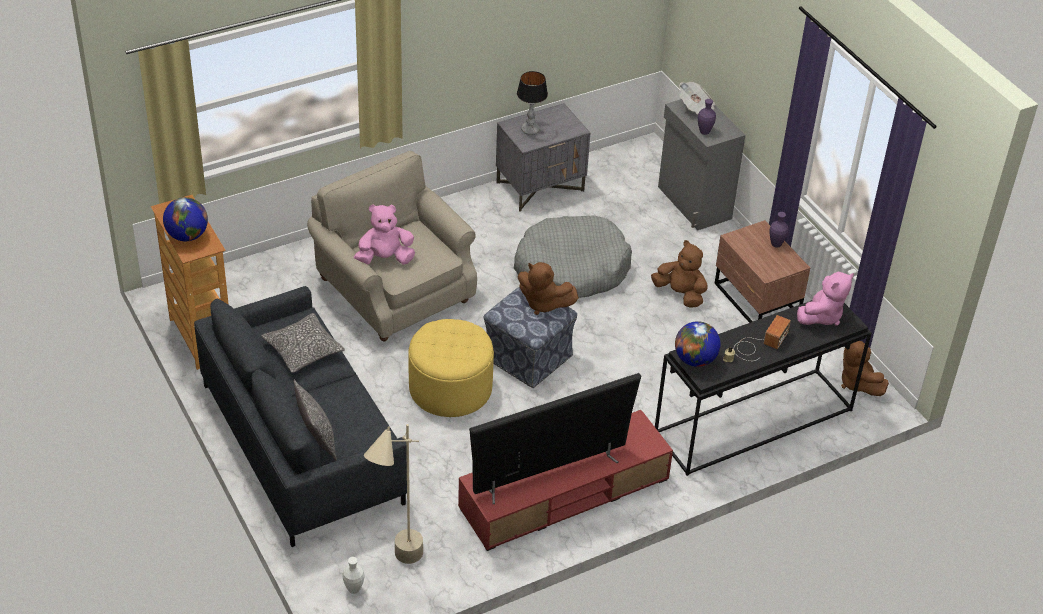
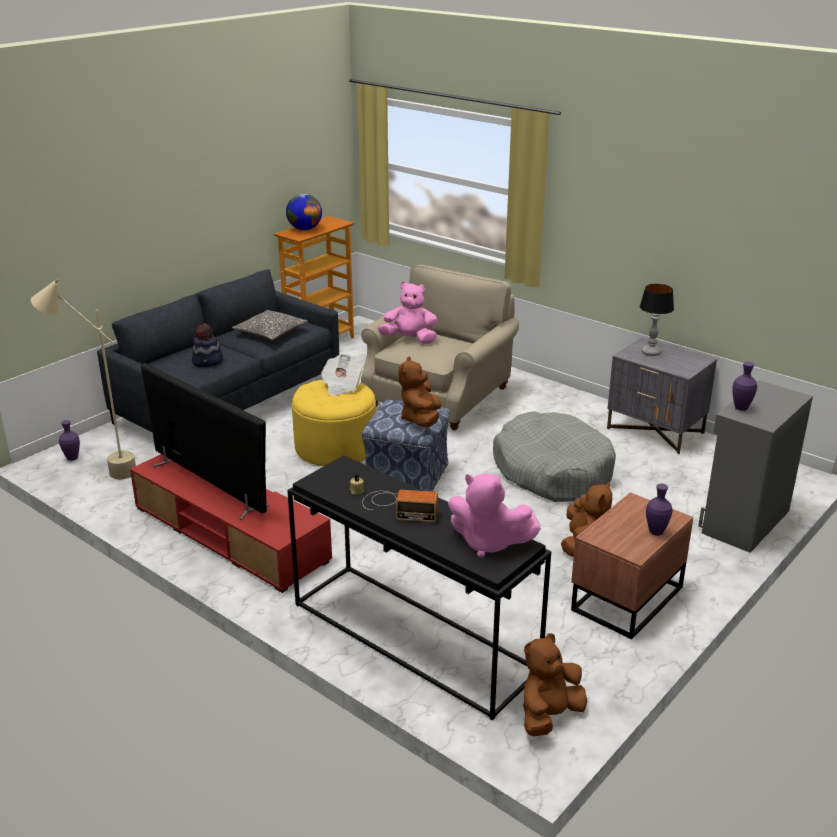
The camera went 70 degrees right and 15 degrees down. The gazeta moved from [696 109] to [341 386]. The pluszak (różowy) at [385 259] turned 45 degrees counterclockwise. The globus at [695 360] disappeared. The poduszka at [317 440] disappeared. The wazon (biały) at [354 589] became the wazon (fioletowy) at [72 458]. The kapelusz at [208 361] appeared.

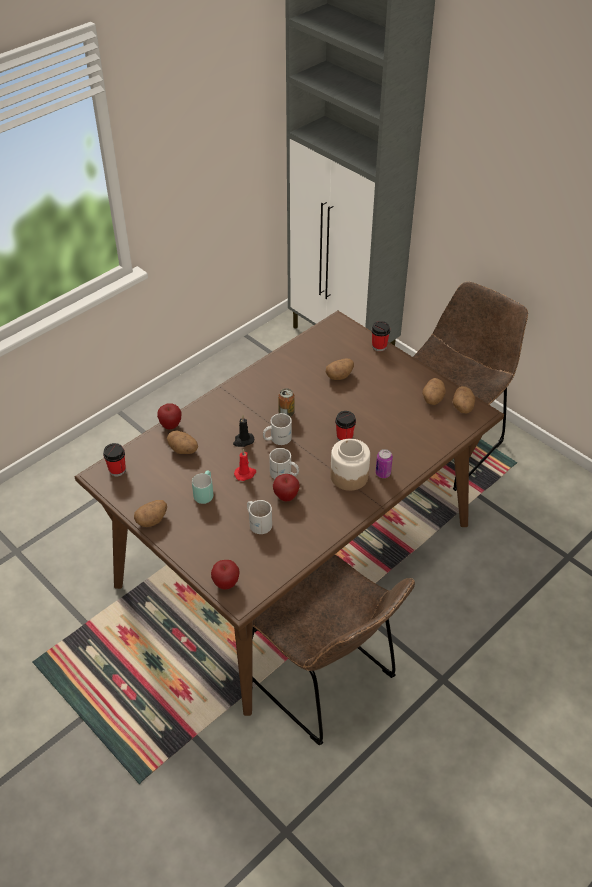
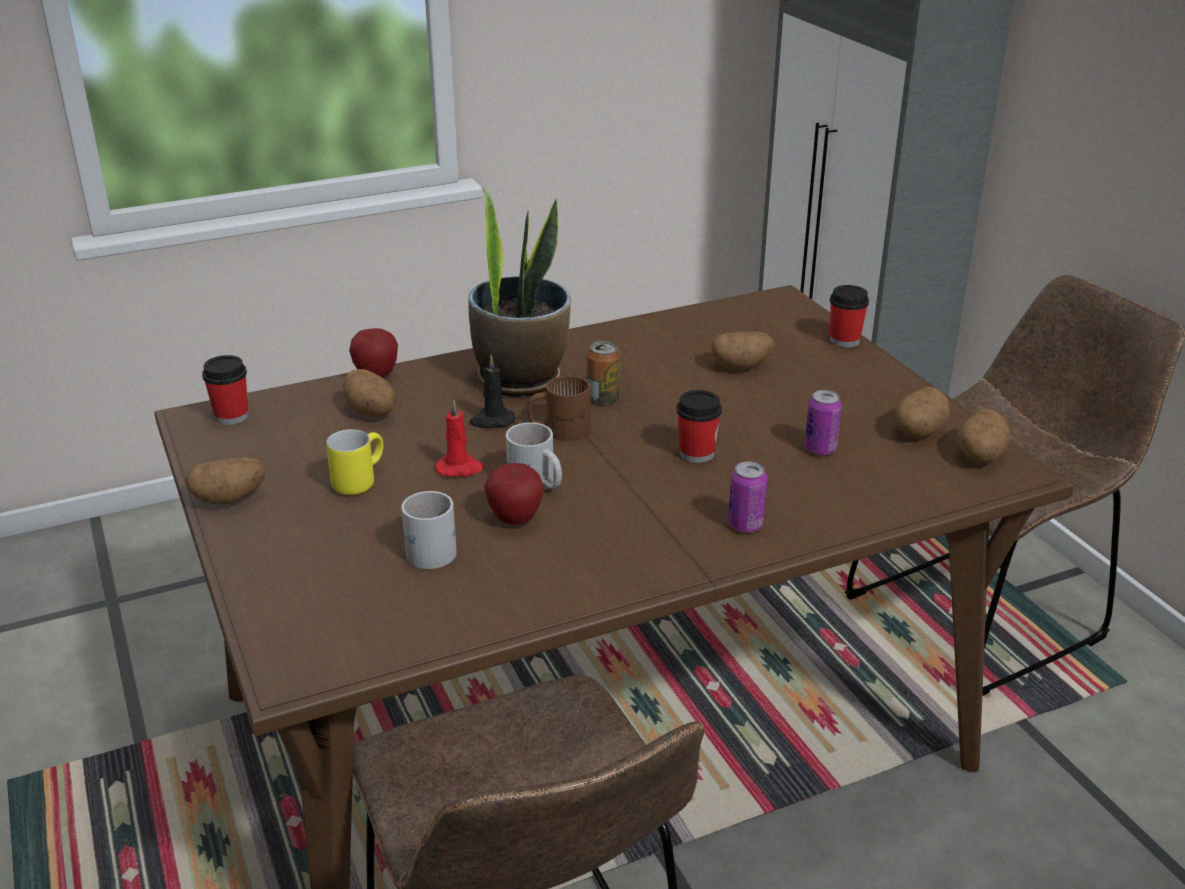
The camera went 20 degrees right and 15 degrees down. The kubek (biały) at [277 438] became the kubek (brązowy) at [559 429]. The słoik at [349 476] disappeared. The kubek (turkusowy) at [203 493] became the kubek (żółty) at [358 480]. The jabłko at [226 584] disappeared. The roślina doniczkowa at [520 378] appeared. The puszka at [820 449] appeared.

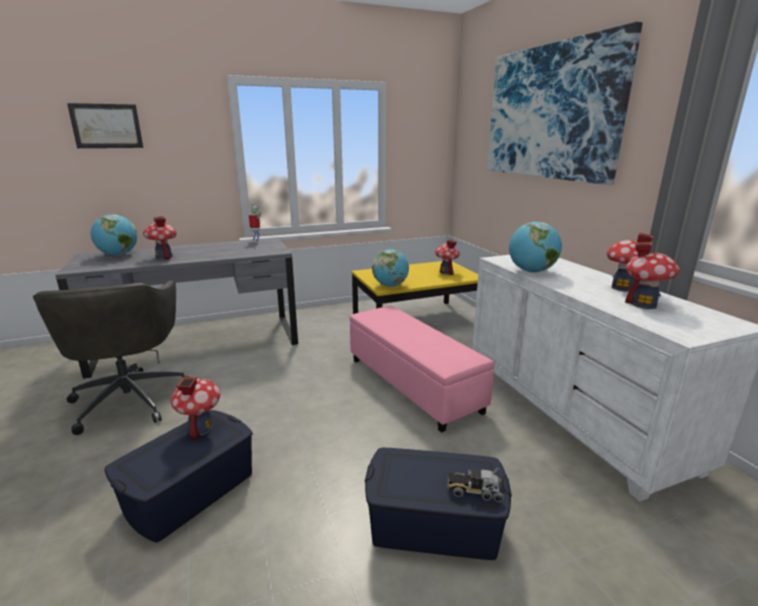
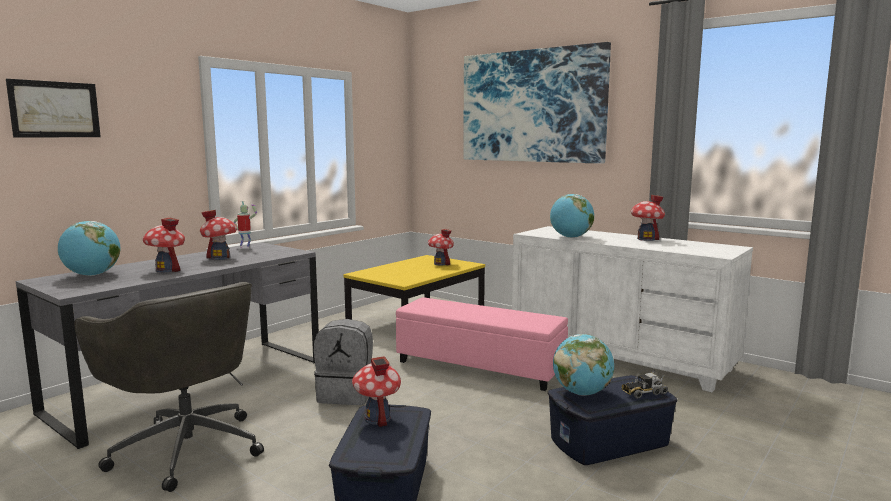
The camera went 30 degrees left and 10 degrees down. The domek moved from [644 304] to [220 257]. The globus moved from [390 285] to [582 393]. The plecak (szary) at [347 394] appeared.

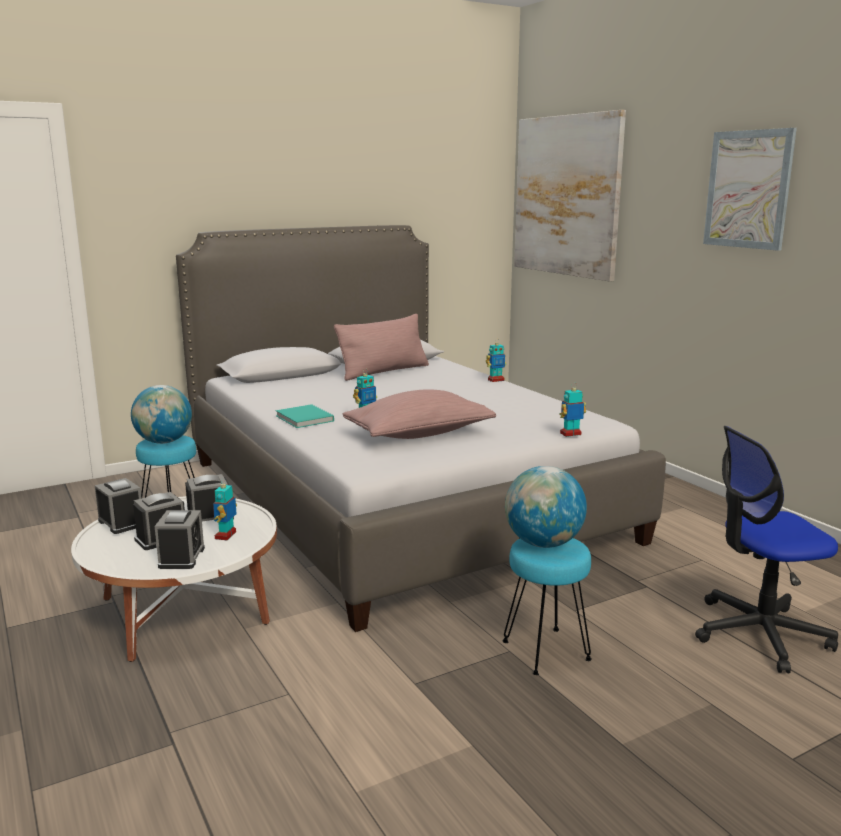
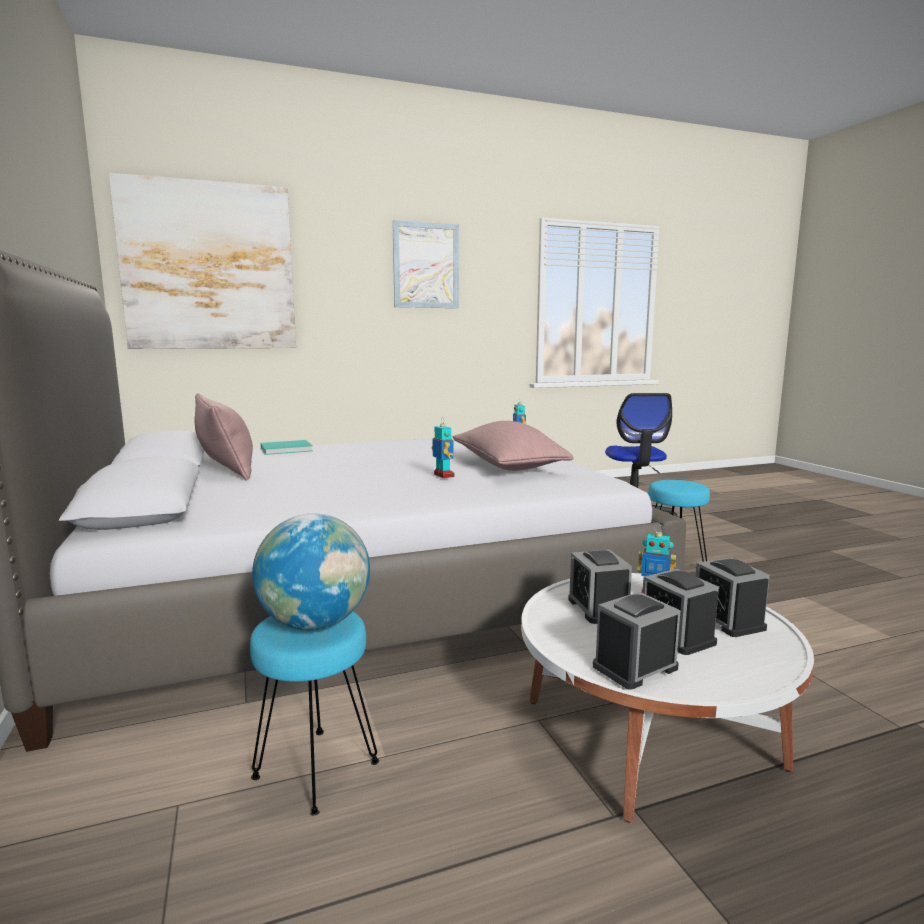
The camera went 80 degrees left and 5 degrees down. The robot zabawkowy at [496 380] disappeared. The książka (turkusowy) moved from [305 419] to [288 449]. The globus at [543 544] disappeared. The budzik at [181 557] turned 120 degrees counterclockwise.

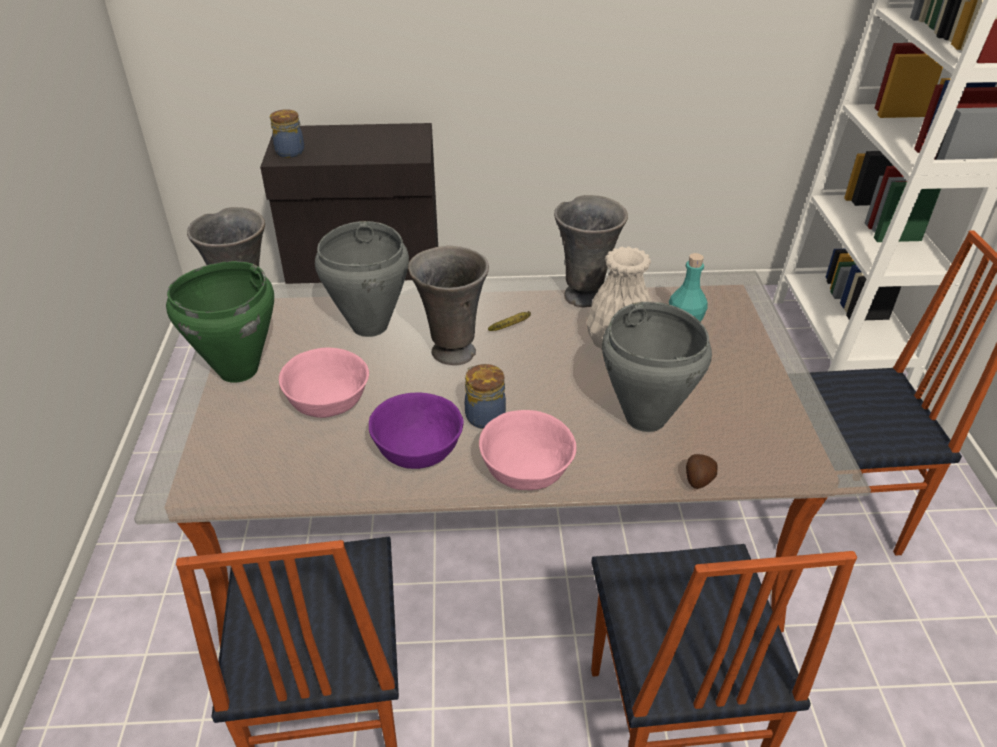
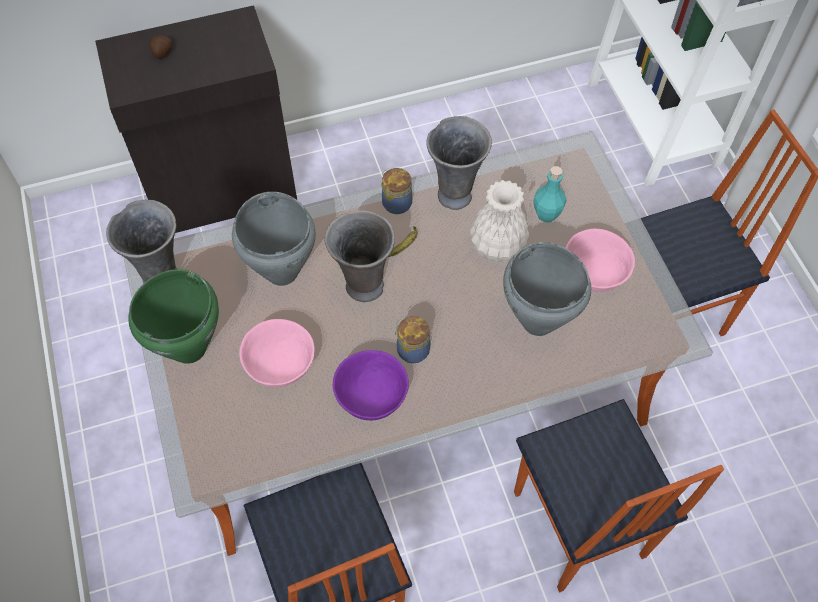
The camera went 15 degrees left and 20 degrees up. The słoik moved from [289 151] to [396 202]. The miska (różowy) moved from [526 469] to [594 272]. The ziemniak moved from [698 480] to [162 53].

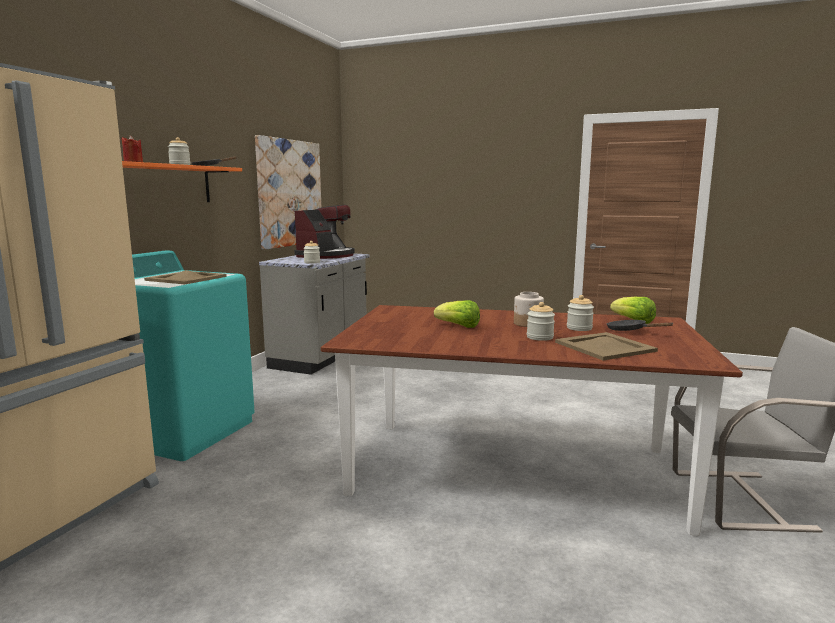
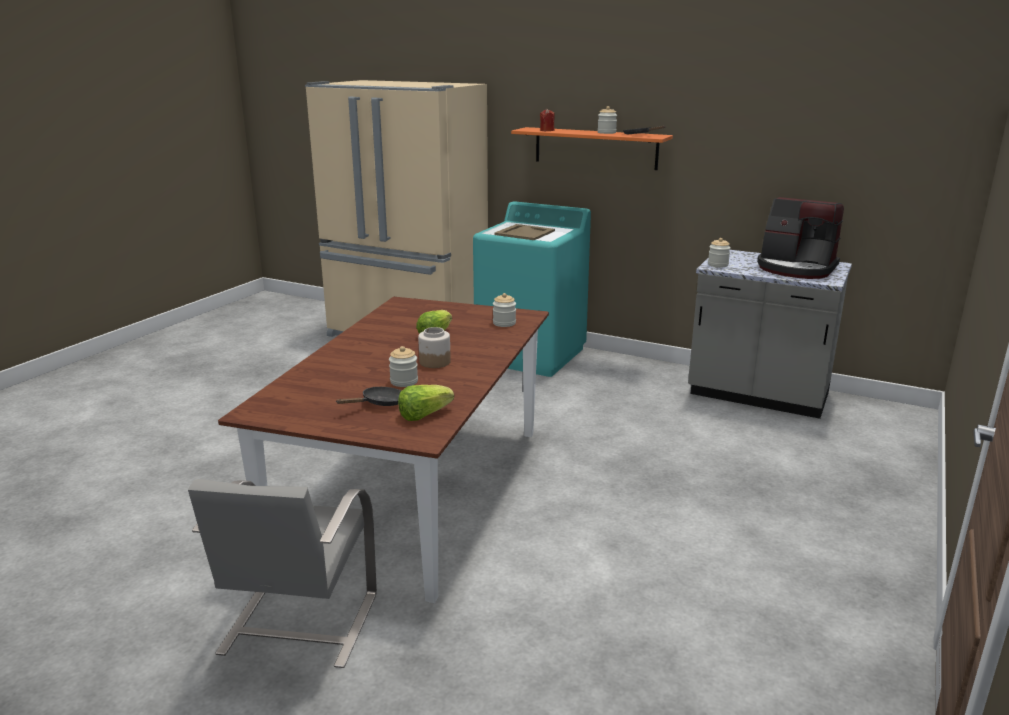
The camera went 95 degrees right and 10 degrees up. The obraz at [290 193] disappeared. The słoik moved from [540 337] to [504 323]. The taca (beżowy) at [603 346] disappeared.

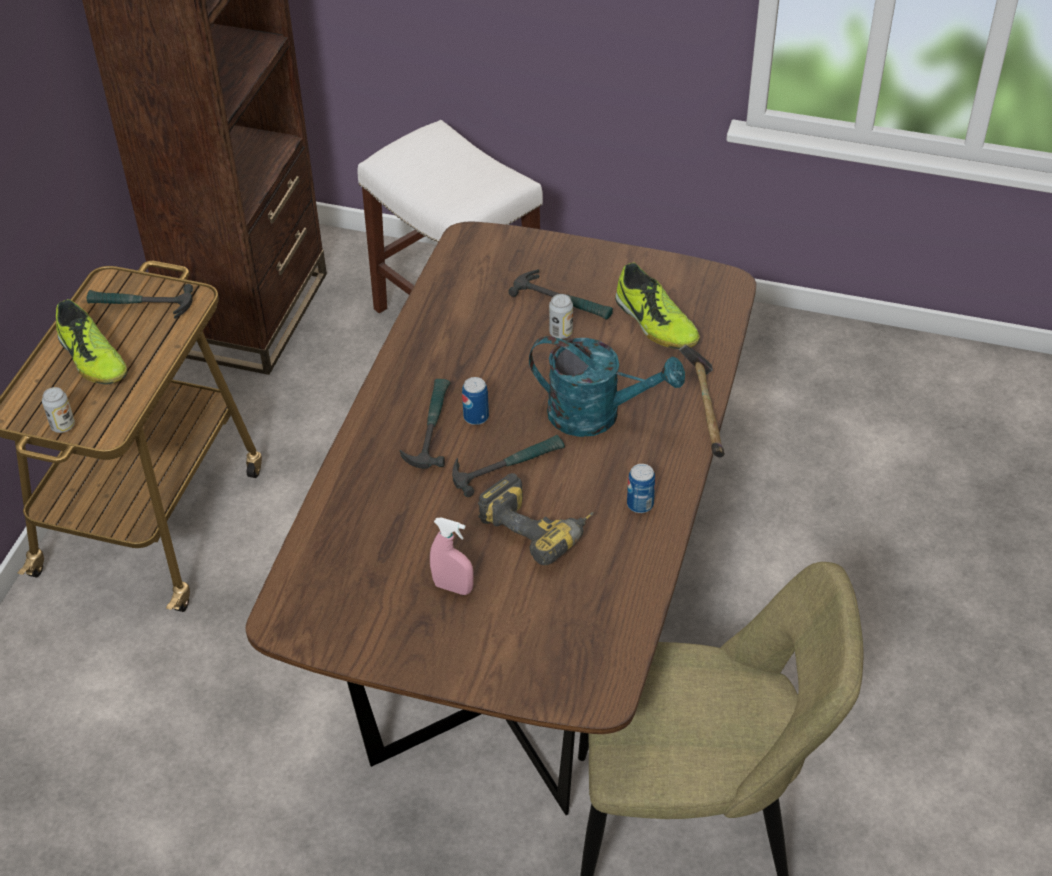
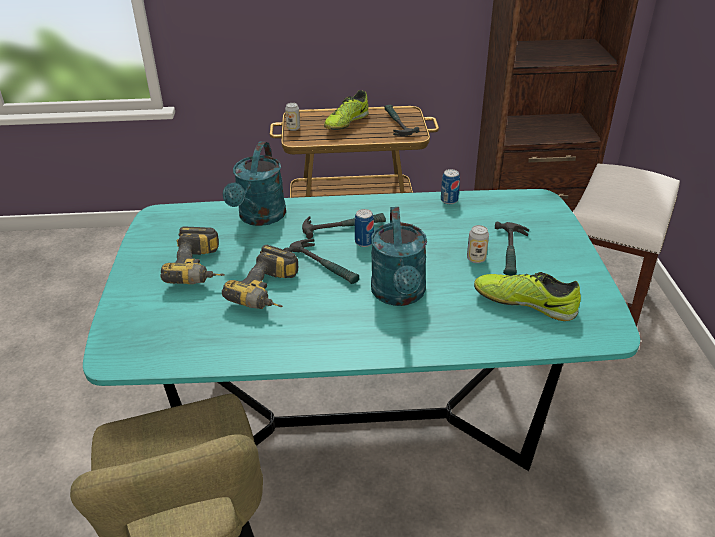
The camera went 70 degrees right and 10 degrees down. The stół jadalny (brązowy) at [528 615] became the stół jadalny (turkusowy) at [360 421]. The but at [655 324] turned 75 degrees clockwise. The młotek at [706 412] disappeared. The puszka moved from [640 504] to [449 200]. The spryskiwacz (różowy) at [453 587] was replaced by the wiertarka at [201 269]. The konewka (turkusowy) at [259 218] appeared.

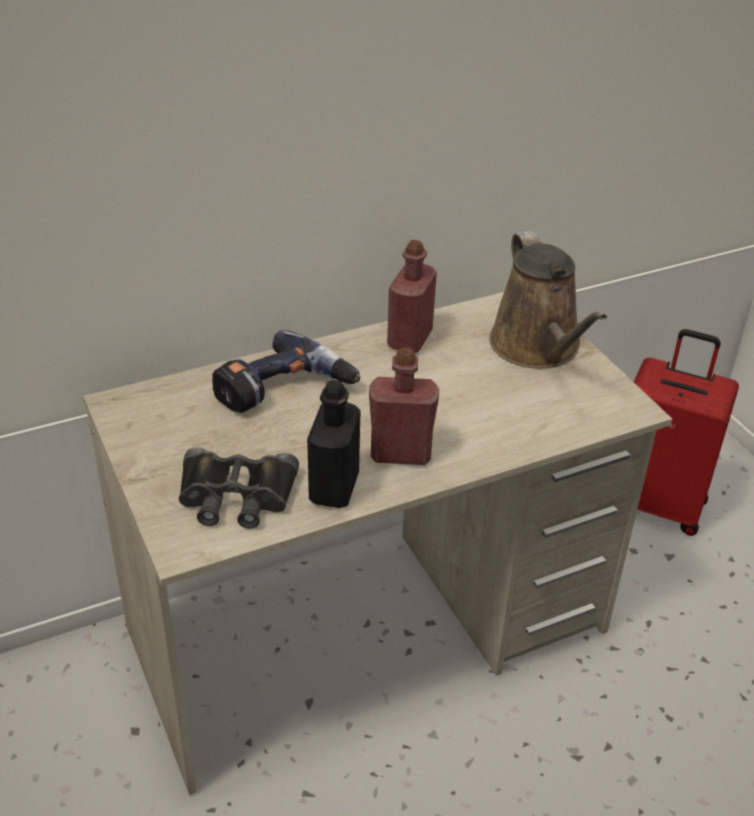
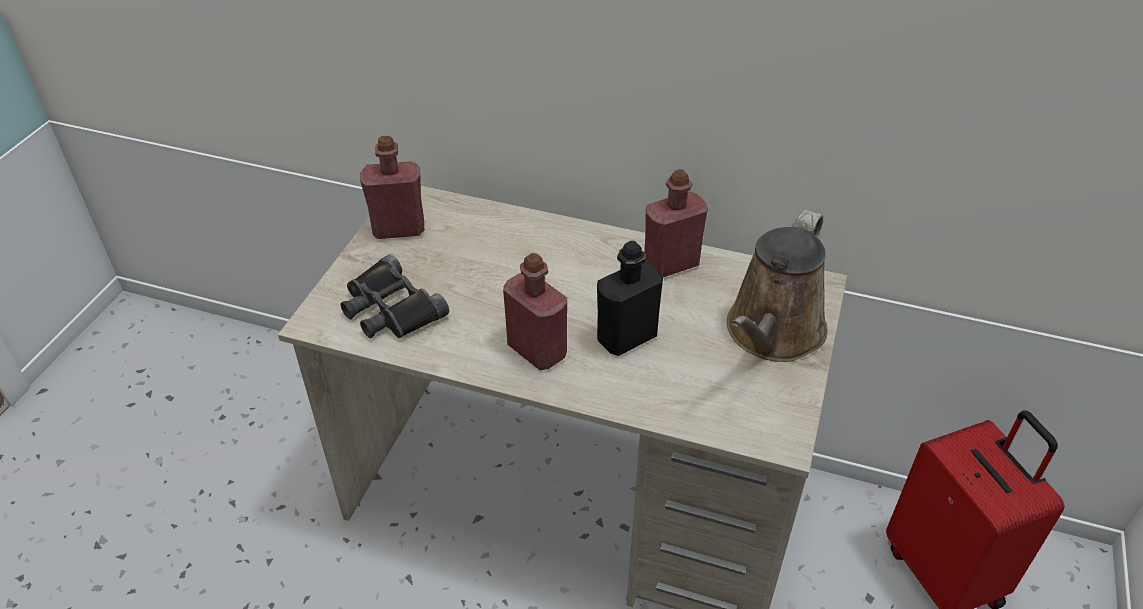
The camera went 45 degrees right and 5 degrees up. The wiertarka at [285 393] disappeared. The butelka (czarny) moved from [334 488] to [626 338]. The butelka (czerwony) at [399 229] appeared.

